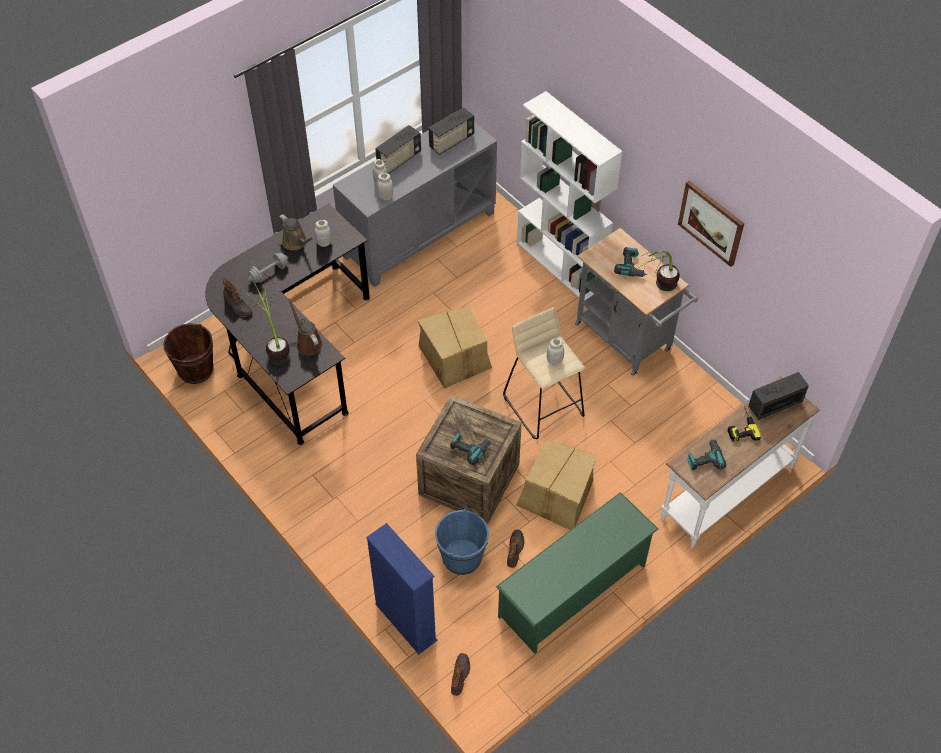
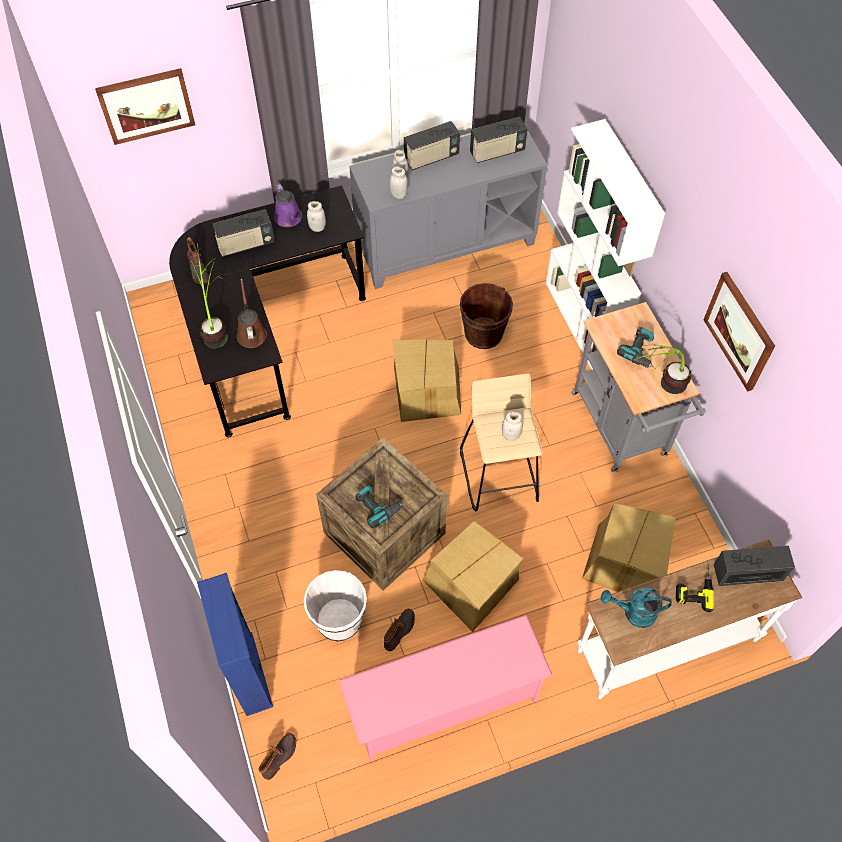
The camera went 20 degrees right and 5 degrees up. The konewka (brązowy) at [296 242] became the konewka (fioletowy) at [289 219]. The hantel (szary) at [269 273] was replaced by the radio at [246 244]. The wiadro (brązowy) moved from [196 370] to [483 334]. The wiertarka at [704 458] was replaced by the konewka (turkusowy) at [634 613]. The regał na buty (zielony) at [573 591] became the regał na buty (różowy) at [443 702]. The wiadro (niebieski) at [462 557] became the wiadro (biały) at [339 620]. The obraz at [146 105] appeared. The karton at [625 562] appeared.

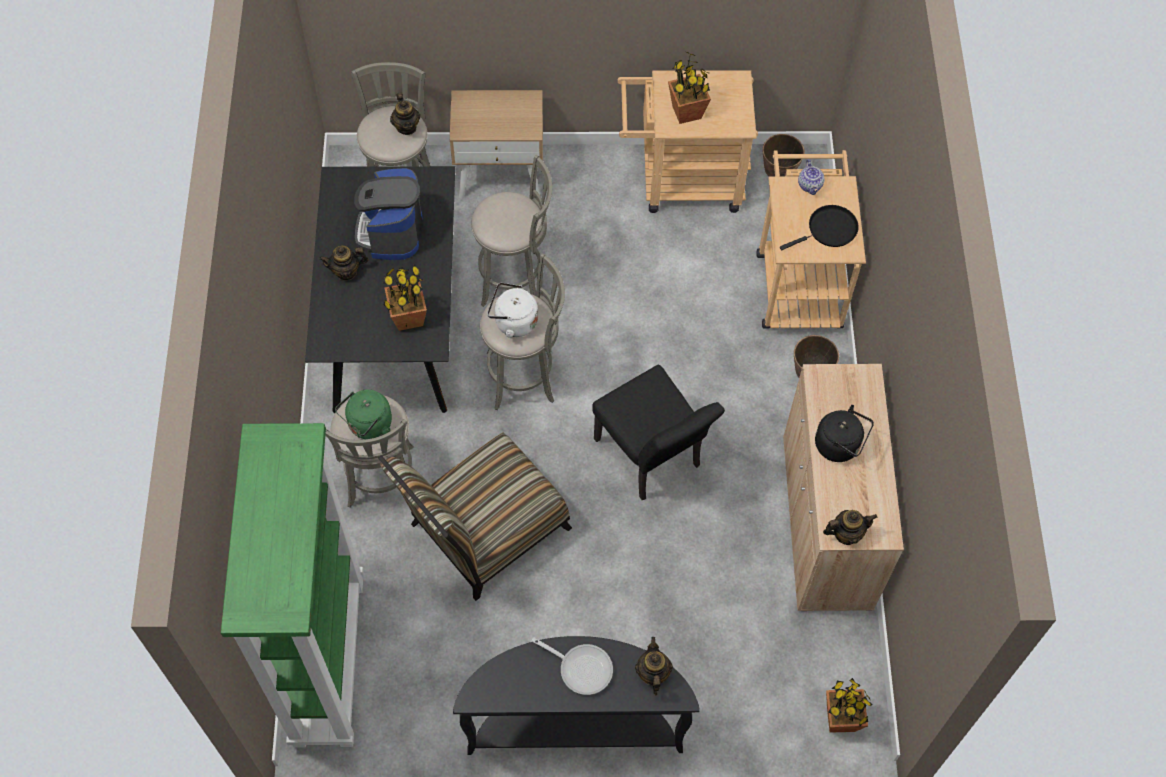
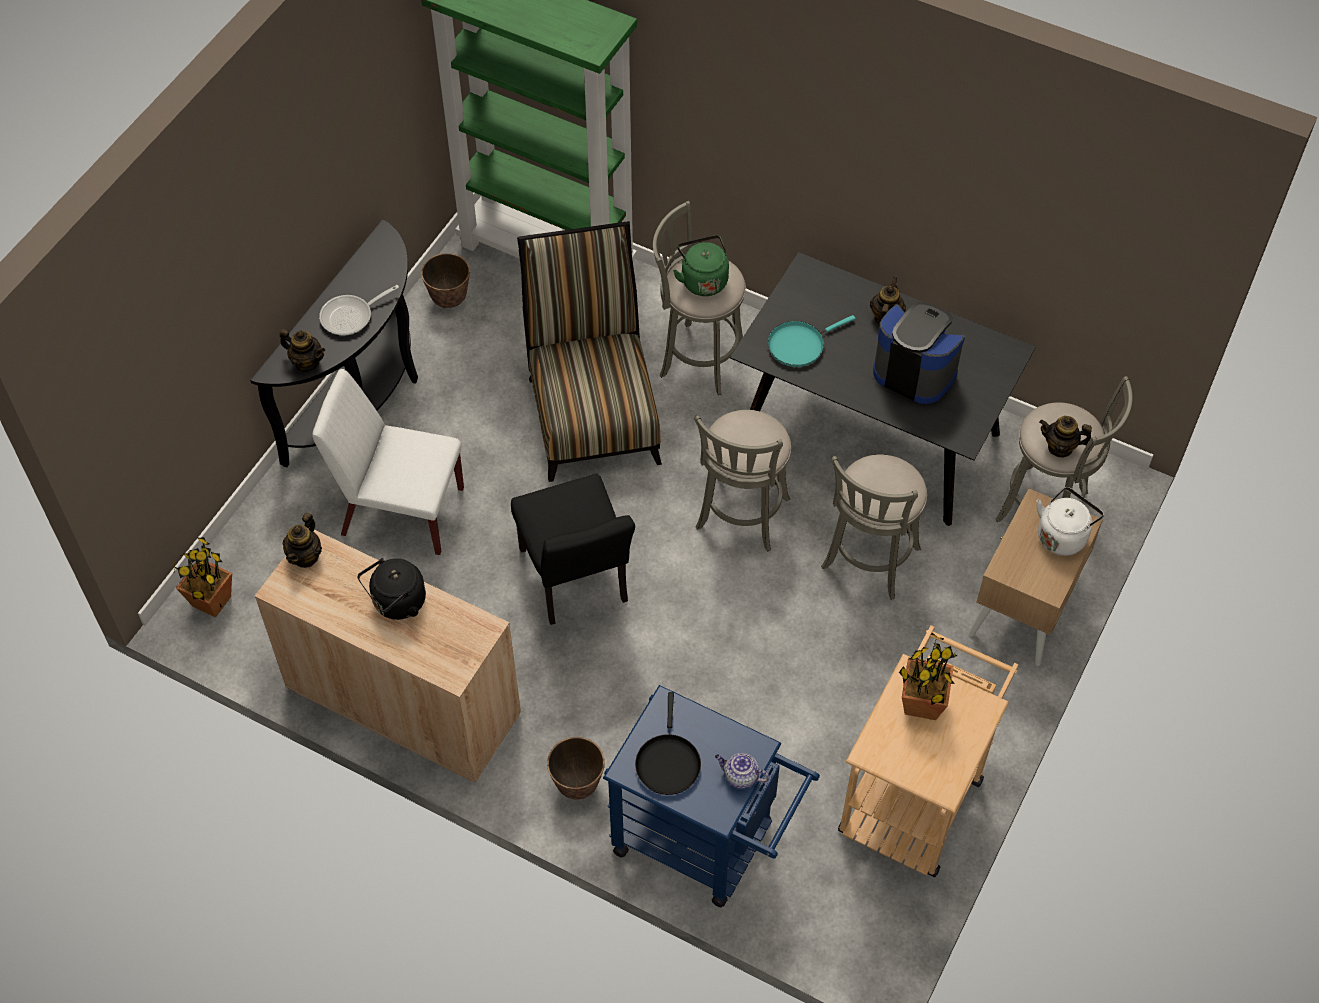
The camera went 120 degrees right and 5 degrees down. The donica moved from [779 173] to [449 300]. The wózek (beżowy) at [797 281] became the wózek (niebieski) at [705 843]. The roślina doniczkowa at [408 318] was replaced by the patelnia (turkusowy) at [799 345]. The czajnik (biały) moved from [513 322] to [1063 535]. The krzesło (czarny) at [652 459] turned 105 degrees counterclockwise. The krzesło (biały) at [401 511] appeared.

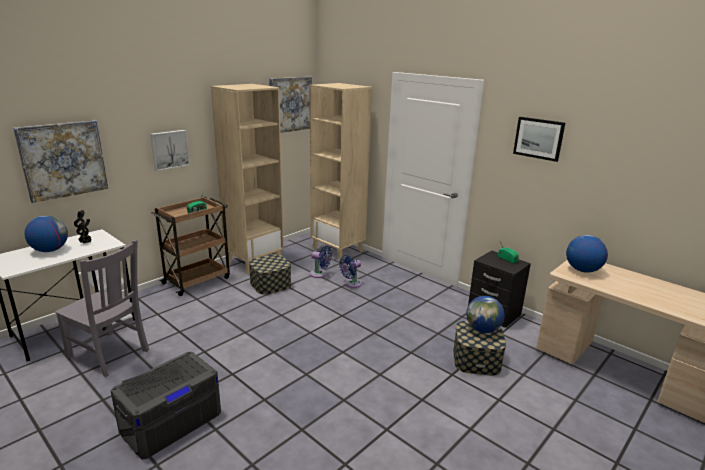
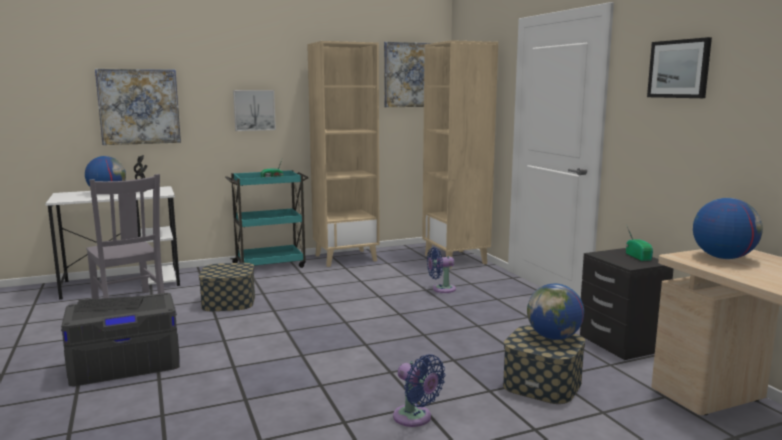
The camera went 25 degrees right and 10 degrees down. The wózek (brązowy) at [197 280] became the wózek (turkusowy) at [270 265]. The wentylator (niebieski) moved from [320 274] to [415 418]. The pojemnik do przechowywania moved from [270 284] to [229 302].

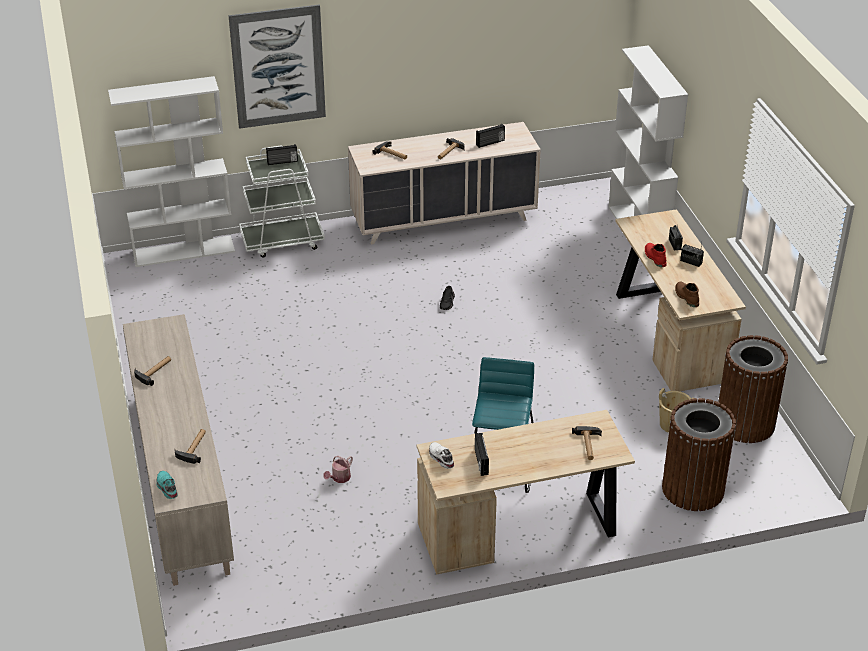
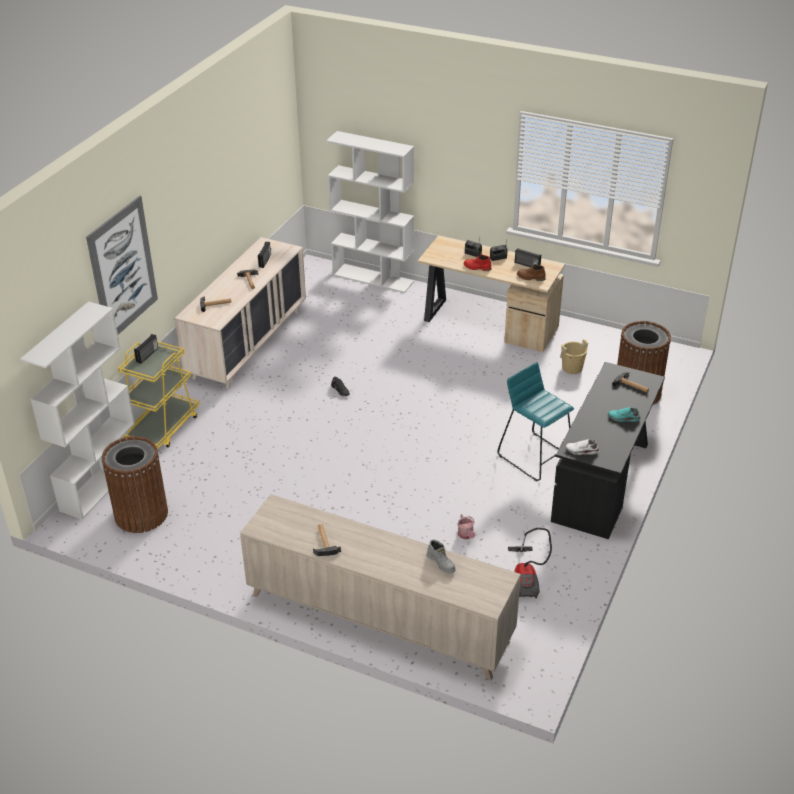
The camera went 50 degrees left and 0 degrees up. The wózek (biały) at [283 241] became the wózek (żółty) at [163 427]. The kosz na śmieci (brązowy) moved from [745 423] to [141 514]. The biurko (beżowy) at [521 530] became the biurko (czarny) at [604 480]. The młotek at [194 447] was replaced by the but z cholewką (szary) at [441 563]. The radio moved from [480 462] to [527 265]. The but (turkusowy) moved from [166 488] to [623 418]. The odkurzacz at [526 578] appeared.

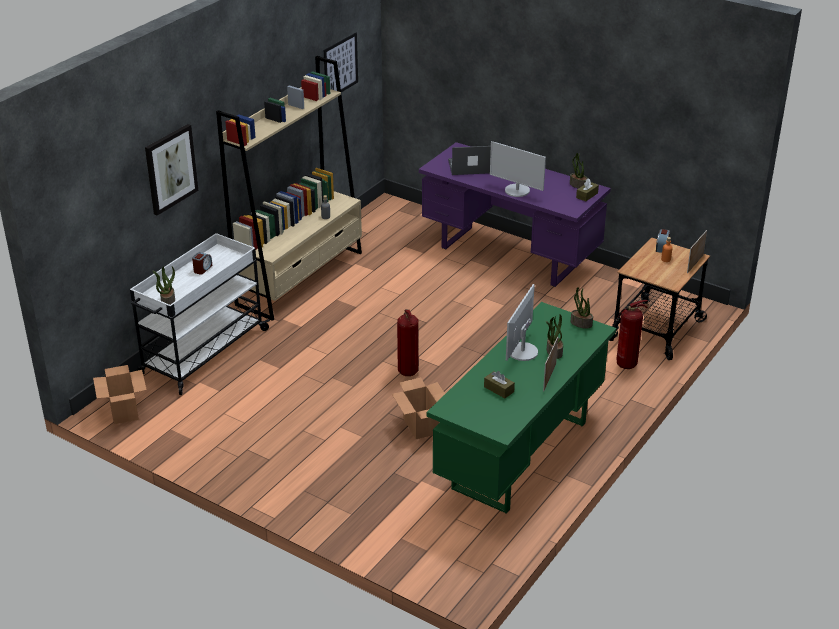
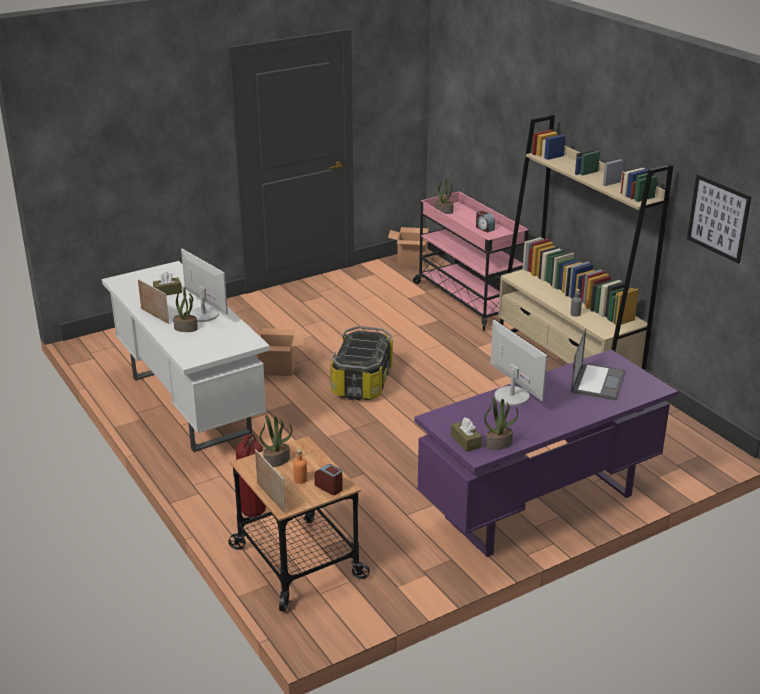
The camera went 115 degrees right and 5 degrees down. The obraz at [170 169] disappeared. The monitor at [517 191] turned 90 degrees clockwise. The wózek (biały) at [202 353] became the wózek (różowy) at [468 299]. The roślina doniczkowa moved from [580 323] to [277 460]. The biurko (zielony) at [521 456] became the biurko (biały) at [189 404]. The gaśnica at [407 371] was replaced by the pojemnik do przechowywania at [361 382].

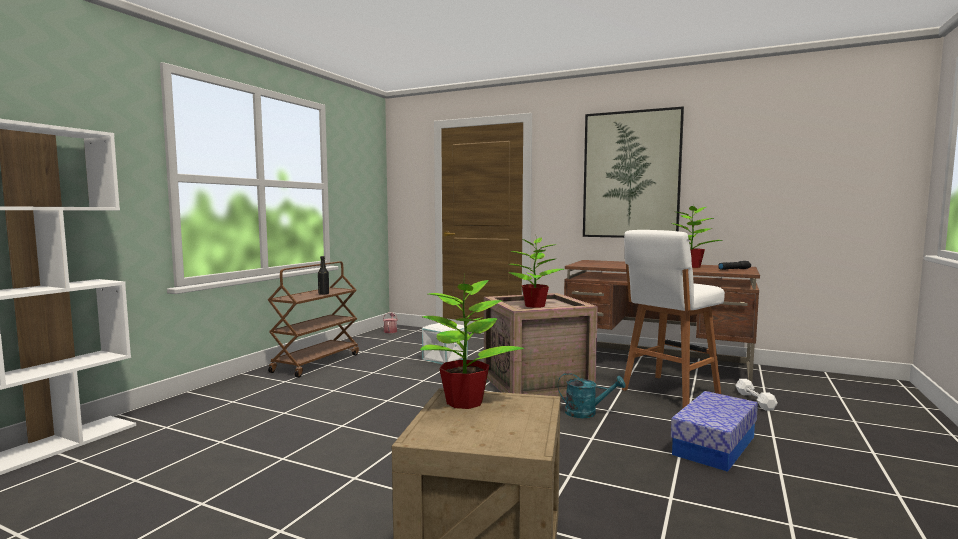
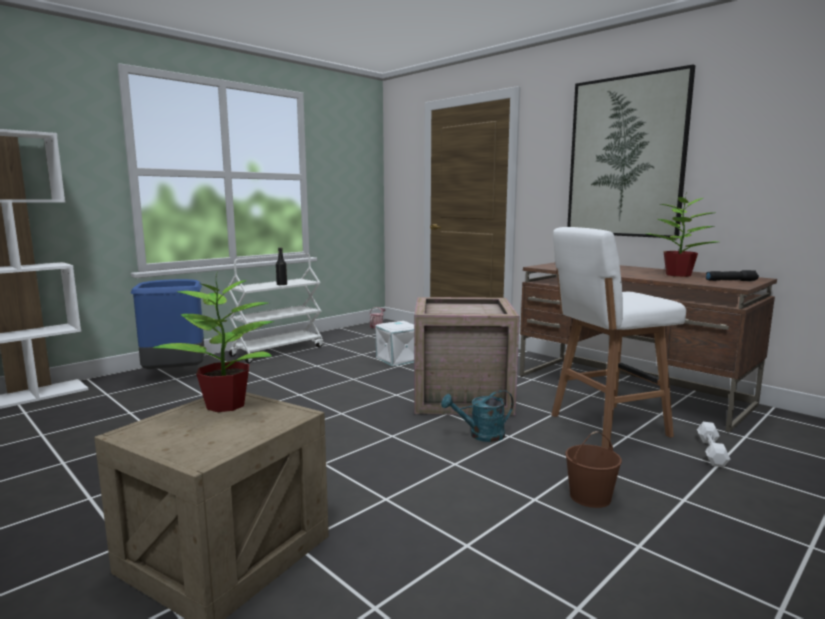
The camera went 20 degrees right and 5 degrees up. The roślina doniczkowa at [534 306] disappeared. The wózek (brązowy) at [316 363] became the wózek (biały) at [278 351]. The konewka (turkusowy) at [586 413] turned 135 degrees clockwise. The pojemnik do przechowywania at [714 446] was replaced by the wiadro (brązowy) at [590 497]. The kosz na śmieci (niebieski) at [176 374] appeared.

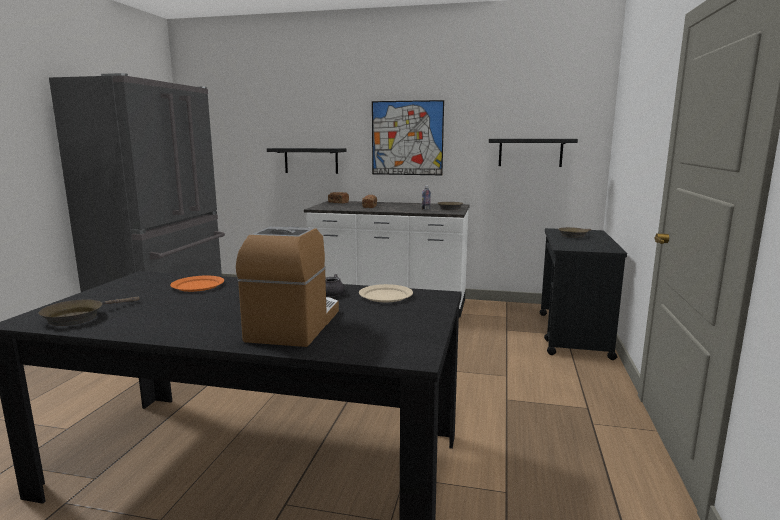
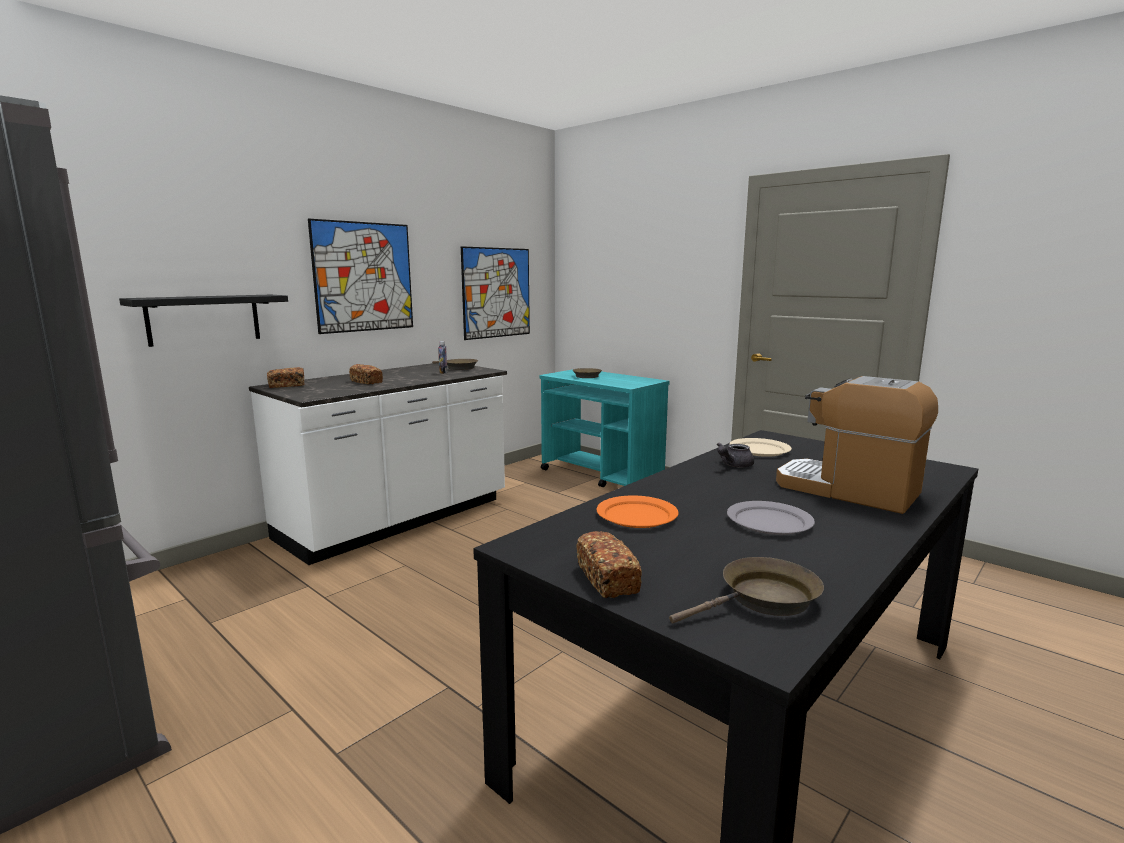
The camera went 60 degrees left and 0 degrees up. The półka (czarny) at [530 152] was replaced by the obraz at [496 293]. The wózek (czarny) at [573 335] became the wózek (turkusowy) at [602 475]. The patelnia (brązowy) at [78 317] turned 90 degrees counterclockwise. The talerz (szary) at [769 522] appeared. The chleb at [607 579] appeared.

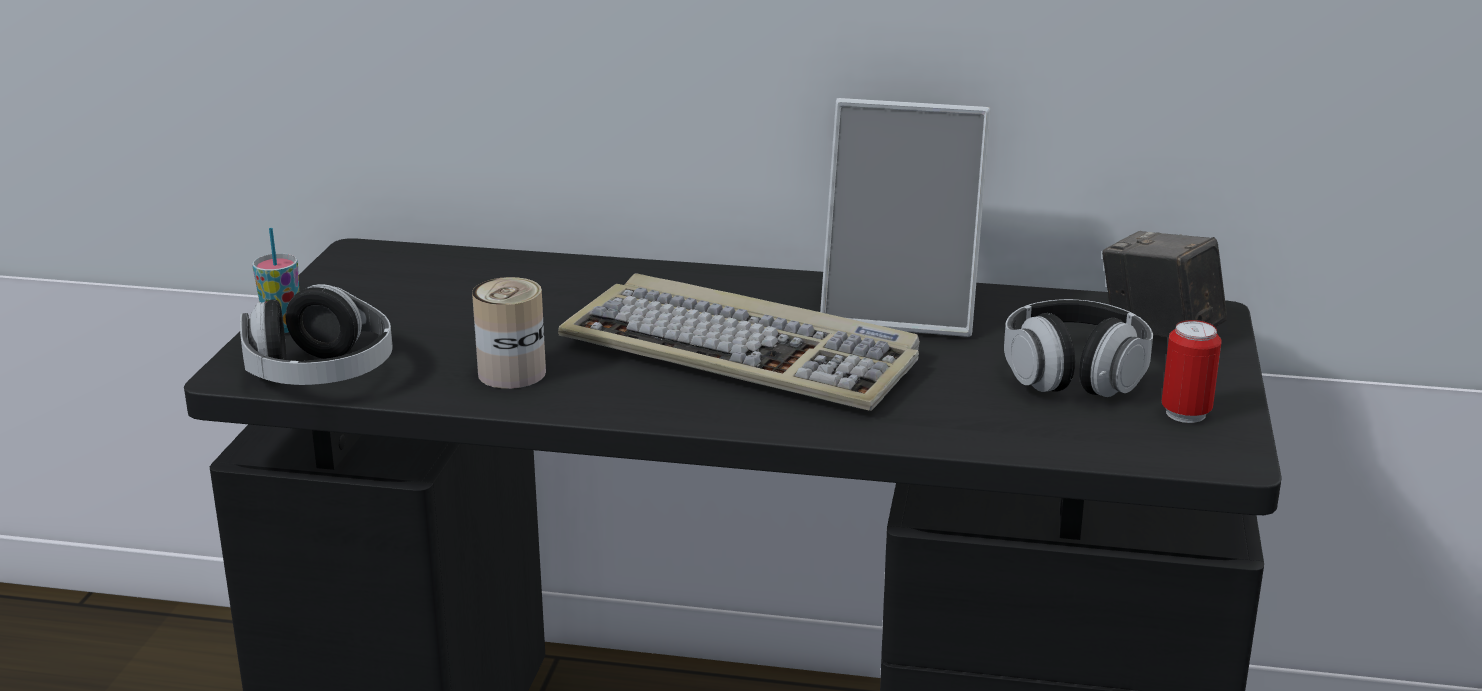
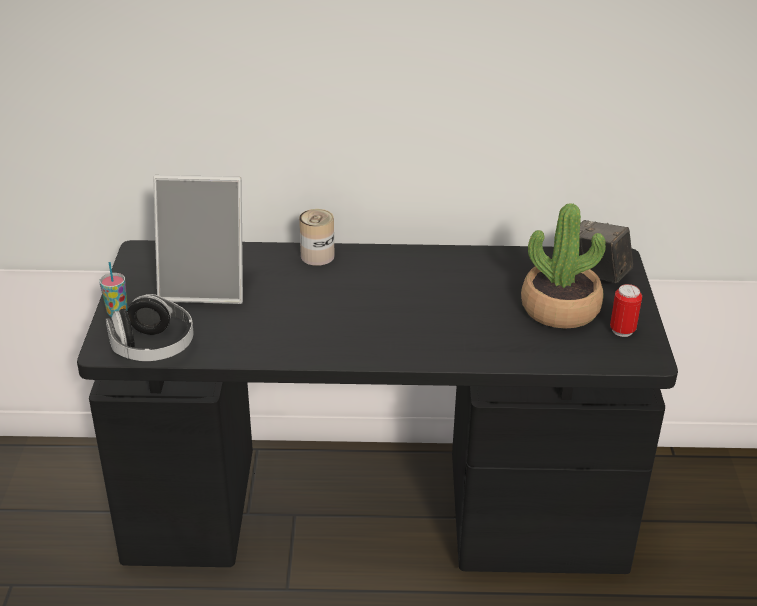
The camera went 10 degrees left and 10 degrees up. The ramka na zdjęcie moved from [902 311] to [205 286]. The klawiatura at [744 353] disappeared. The puszka moved from [512 373] to [317 256]. The słuchawki at [1074 375] was replaced by the roślina doniczkowa at [560 309].

